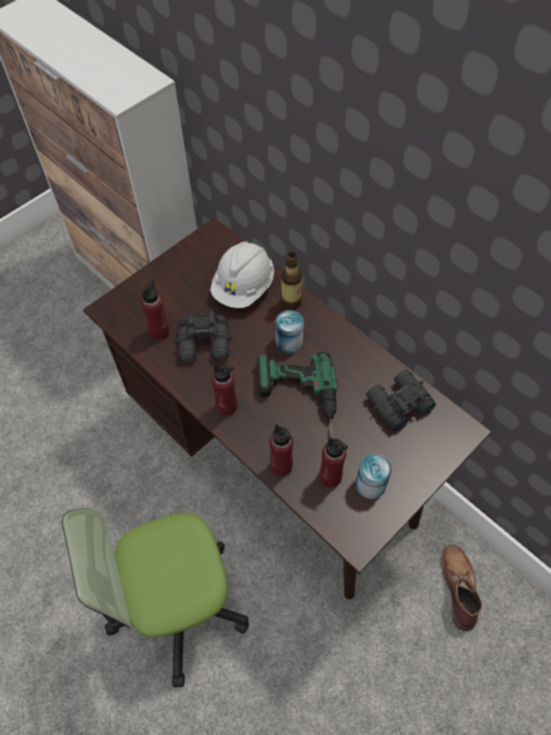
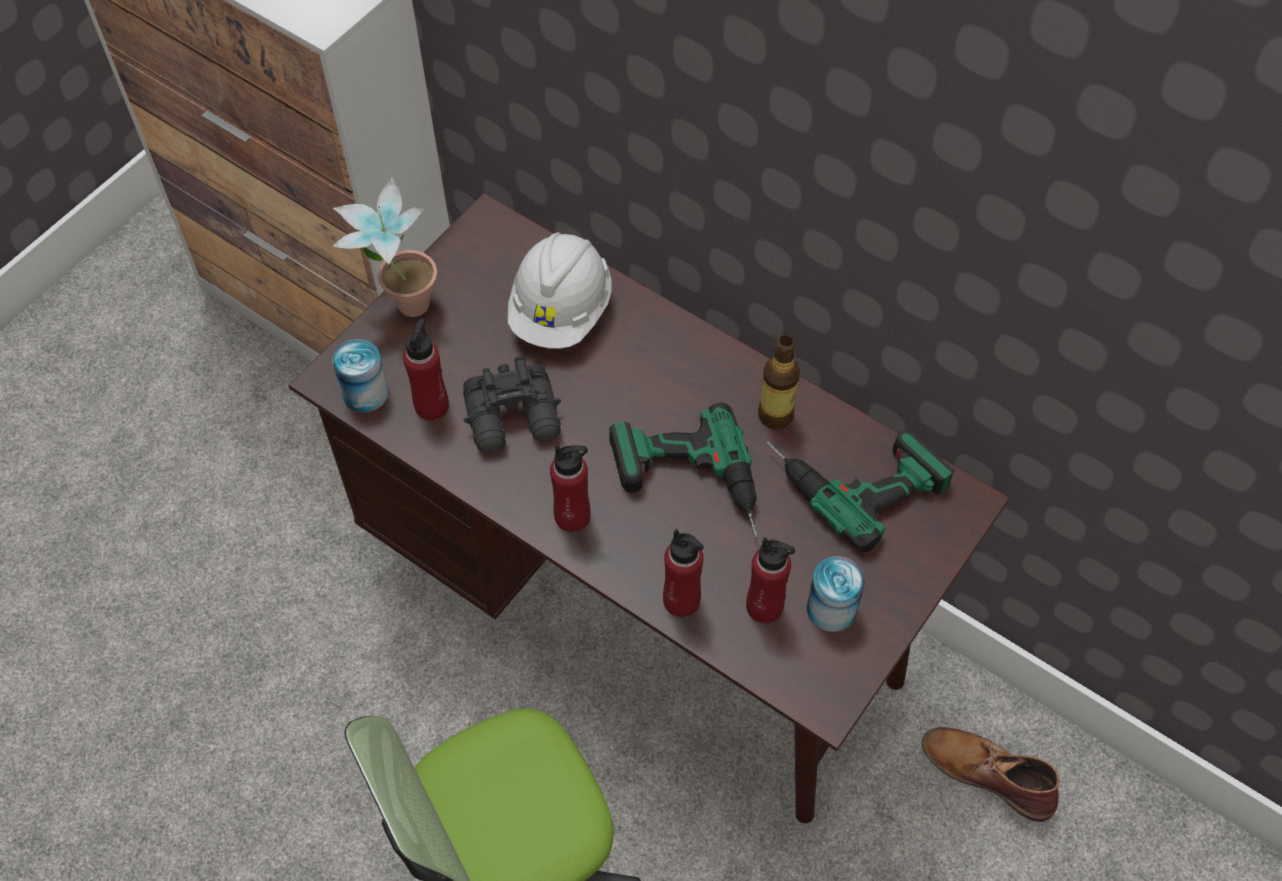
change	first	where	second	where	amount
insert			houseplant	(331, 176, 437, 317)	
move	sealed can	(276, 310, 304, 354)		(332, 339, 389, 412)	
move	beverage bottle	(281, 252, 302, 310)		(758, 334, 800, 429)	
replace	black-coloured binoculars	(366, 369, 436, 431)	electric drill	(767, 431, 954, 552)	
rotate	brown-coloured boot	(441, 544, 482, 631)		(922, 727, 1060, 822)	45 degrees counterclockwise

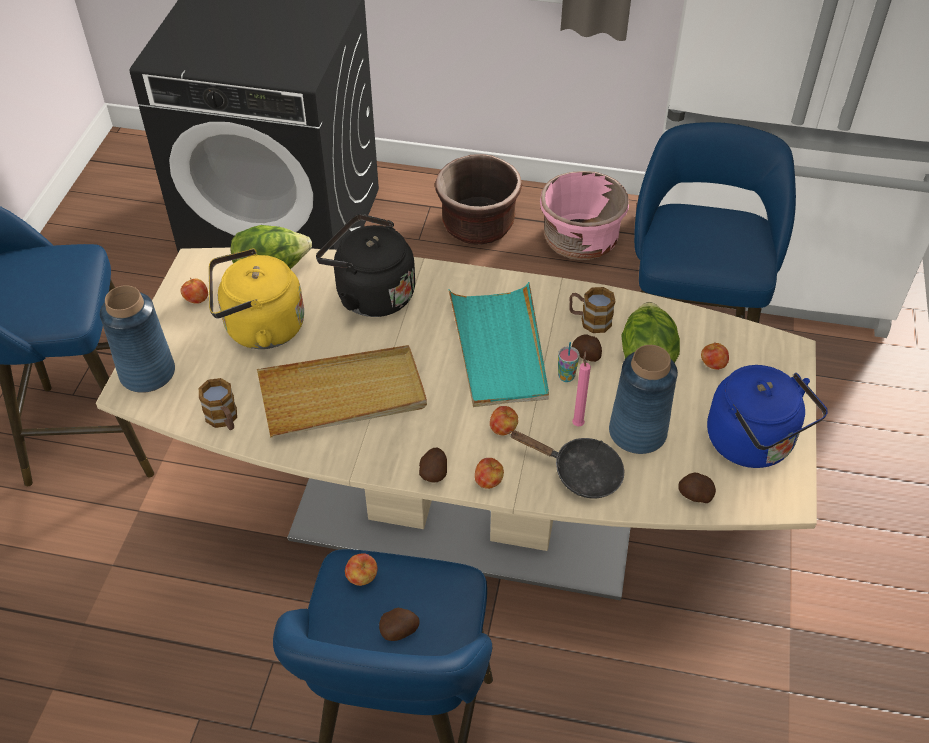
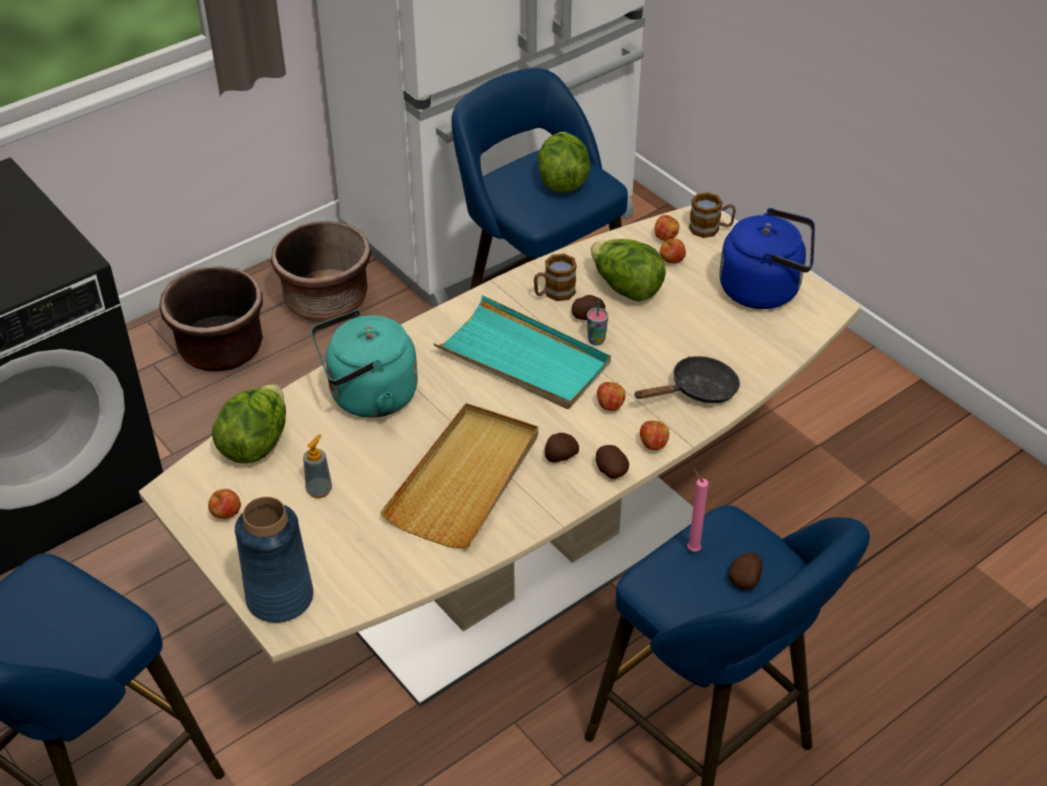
change	first	where	second	where	amount
recolor	pink-coloured flower pot	(540, 171, 629, 260)	brown-coloured flower pot	(271, 221, 371, 322)	
replace	yellow tea kettle	(209, 249, 304, 349)	liquid soap bottle	(303, 434, 332, 498)	
recolor	black-coloured tea kettle	(316, 214, 415, 317)	turquoise tea kettle	(311, 310, 418, 418)	
insert			head of lettuce	(538, 132, 590, 193)	
move	whole potato	(678, 473, 716, 503)		(545, 433, 579, 463)	
move	whole apple	(345, 553, 377, 586)		(655, 215, 679, 241)	
move	pink-coloured wax candle	(572, 351, 591, 427)		(687, 469, 708, 552)	
move	mug	(199, 378, 237, 430)		(689, 192, 736, 238)	
delete	blue decorative vase	(609, 345, 678, 454)			

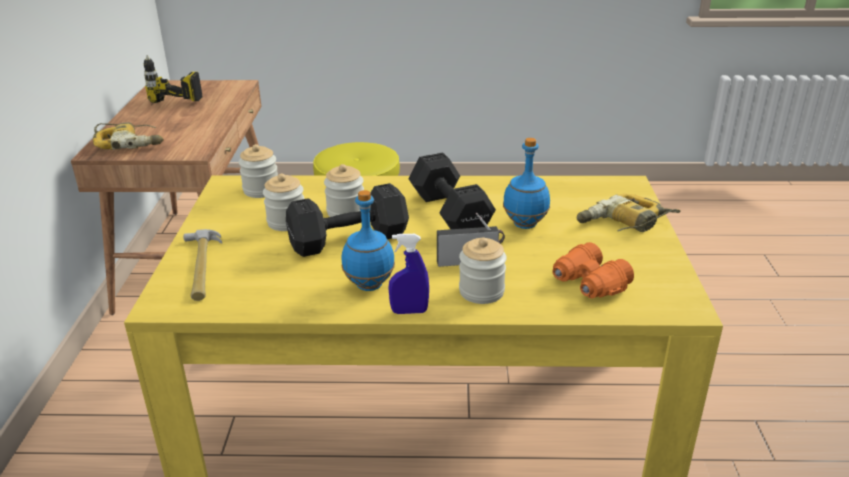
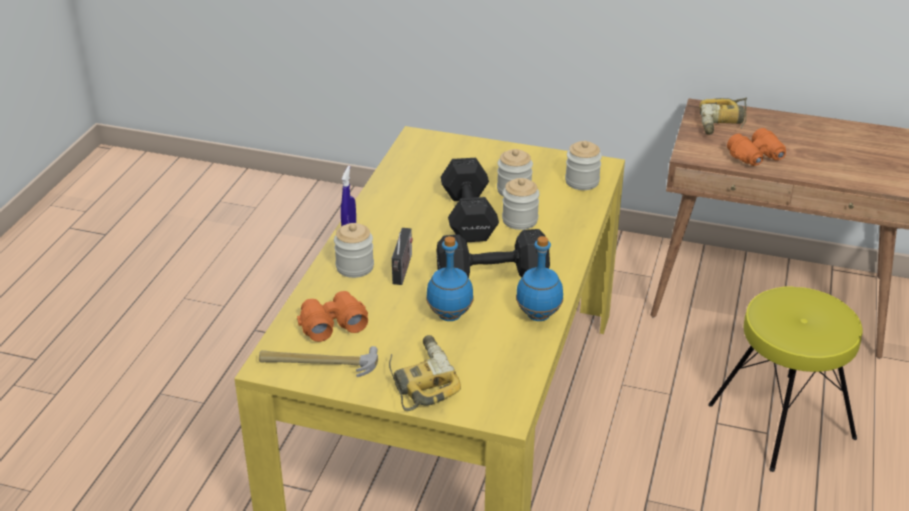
change	first	where	second	where	amount
move	hammer	(183, 229, 222, 301)		(259, 346, 378, 377)	
move	blue beverage bottle	(342, 190, 395, 291)		(516, 236, 563, 321)	
insert			orange-coloured binoculars	(727, 128, 786, 166)	
delete	electric drill	(144, 55, 202, 103)			

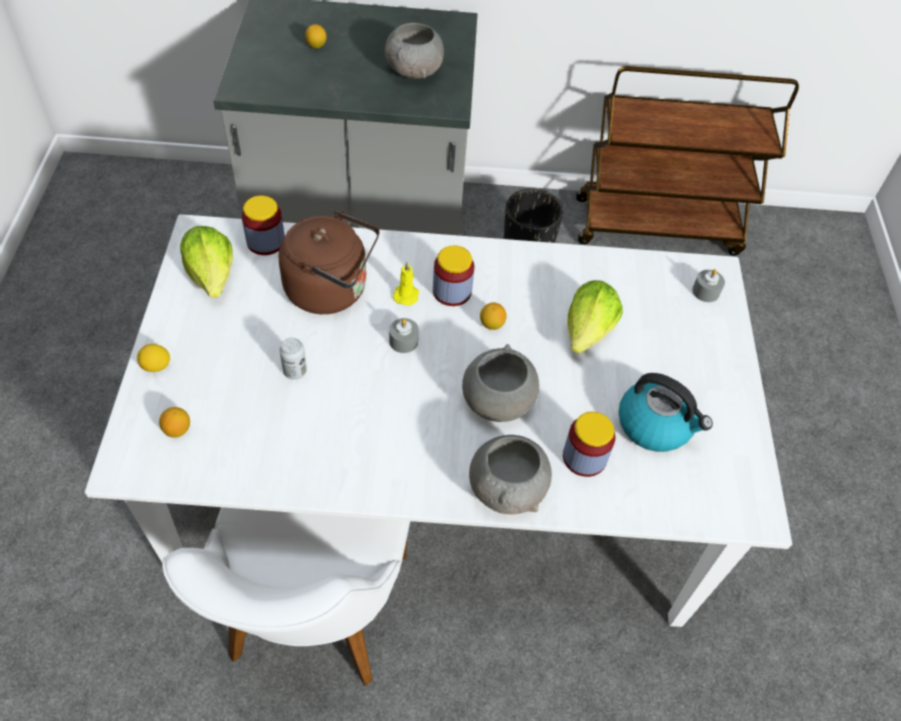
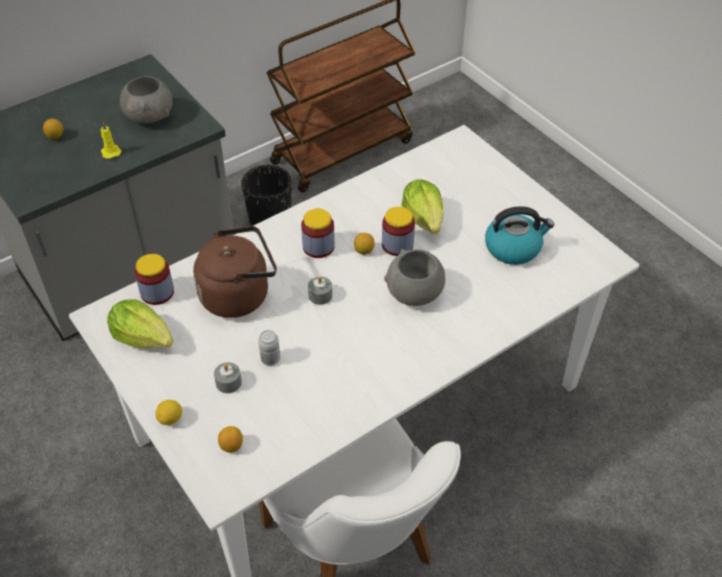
change	first	where	second	where	amount
move	yellow wax candle	(393, 262, 419, 306)		(101, 122, 122, 159)	
move	gray wax candle	(692, 269, 725, 302)		(214, 362, 242, 393)	
move	jar	(563, 412, 615, 477)		(382, 207, 415, 256)	
delete	gray bowl	(469, 435, 552, 514)			

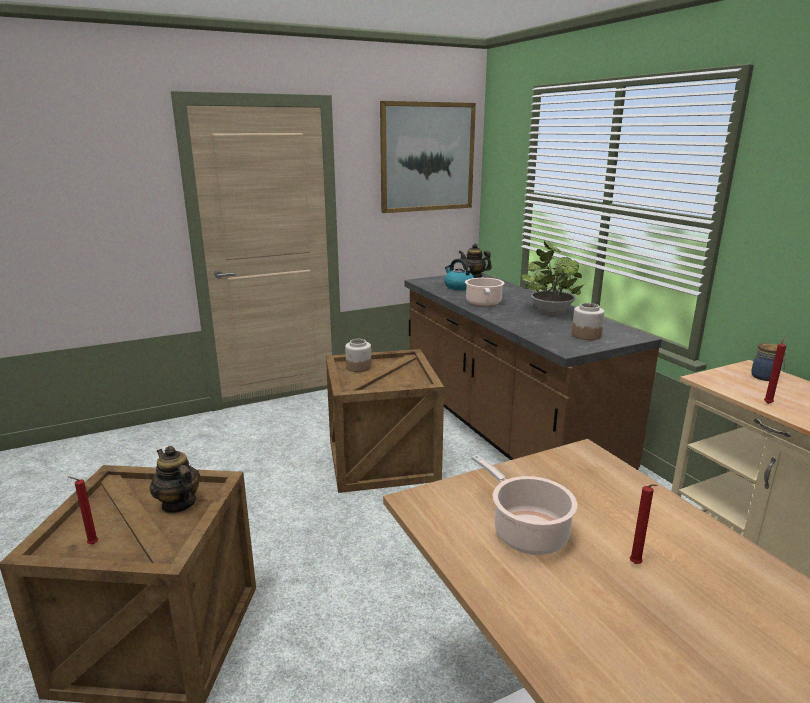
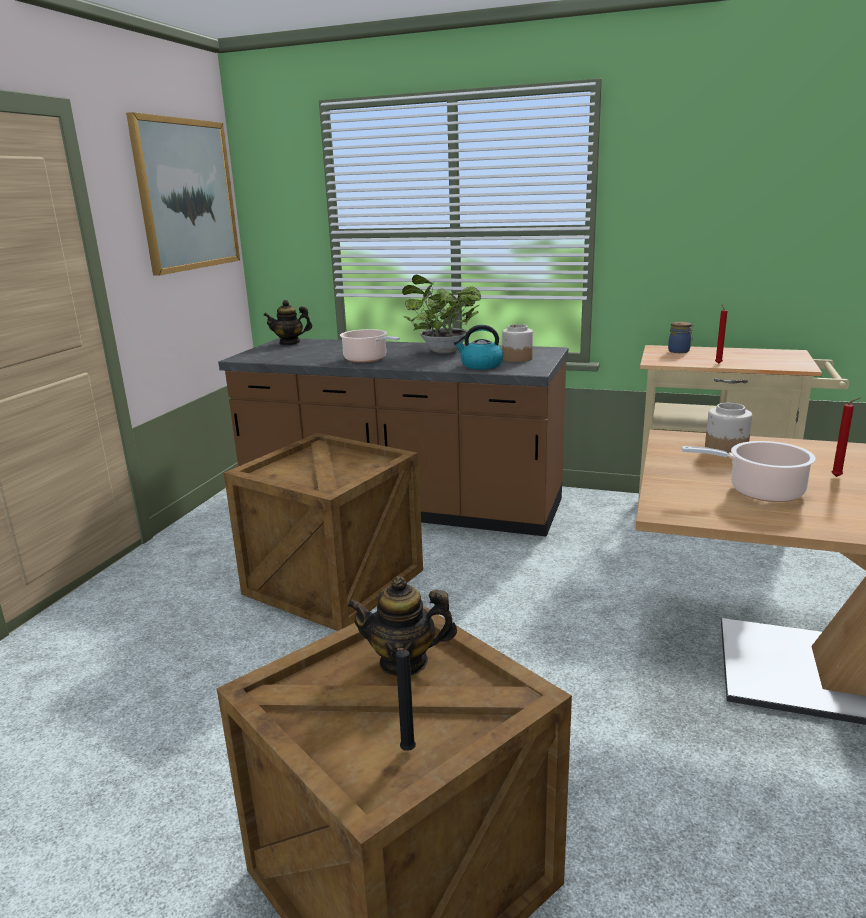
change	first	where	second	where	amount
recolor	red-coloured wax candle	(68, 476, 98, 544)	black-coloured wax candle	(396, 648, 416, 751)	
move	tea kettle	(444, 258, 474, 290)		(454, 325, 503, 370)	
move	jar	(345, 339, 371, 372)		(705, 403, 752, 453)	

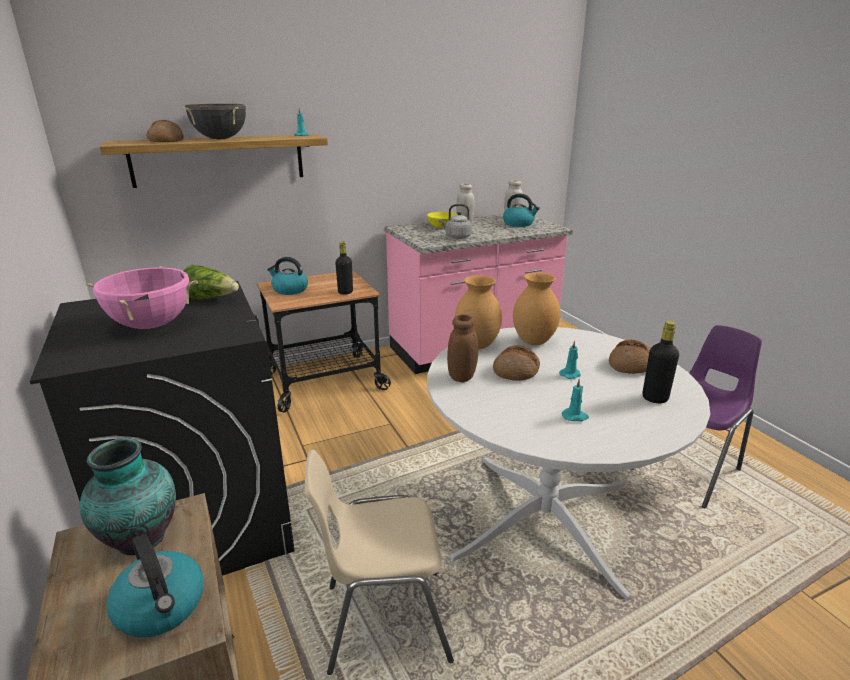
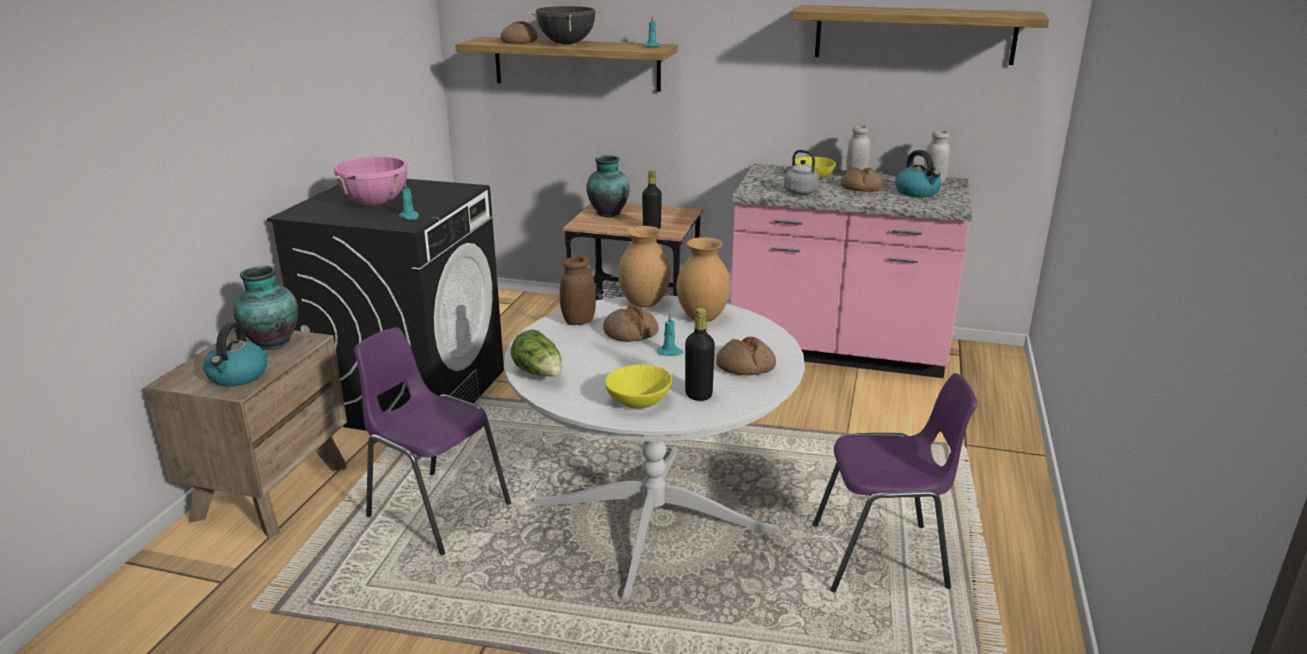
change	first	where	second	where	amount
recolor	beige upright chair	(305, 450, 454, 675)	purplish upright chair	(354, 327, 511, 555)	
move	turquoise wax candle	(562, 379, 589, 422)		(398, 182, 419, 220)	
move	head of lettuce	(183, 265, 239, 299)		(511, 329, 562, 377)	
replace	tea kettle	(267, 257, 308, 295)	decorative vase	(586, 155, 630, 217)	
insert			yellow bowl	(605, 364, 672, 409)	
insert			wall shelf	(792, 5, 1049, 65)	
insert			bread	(841, 167, 882, 192)	

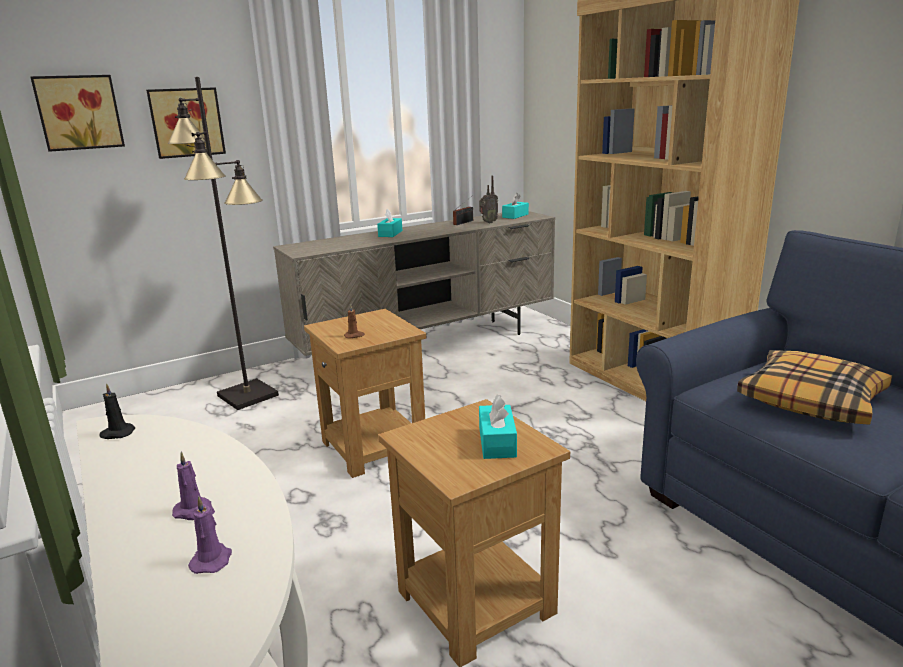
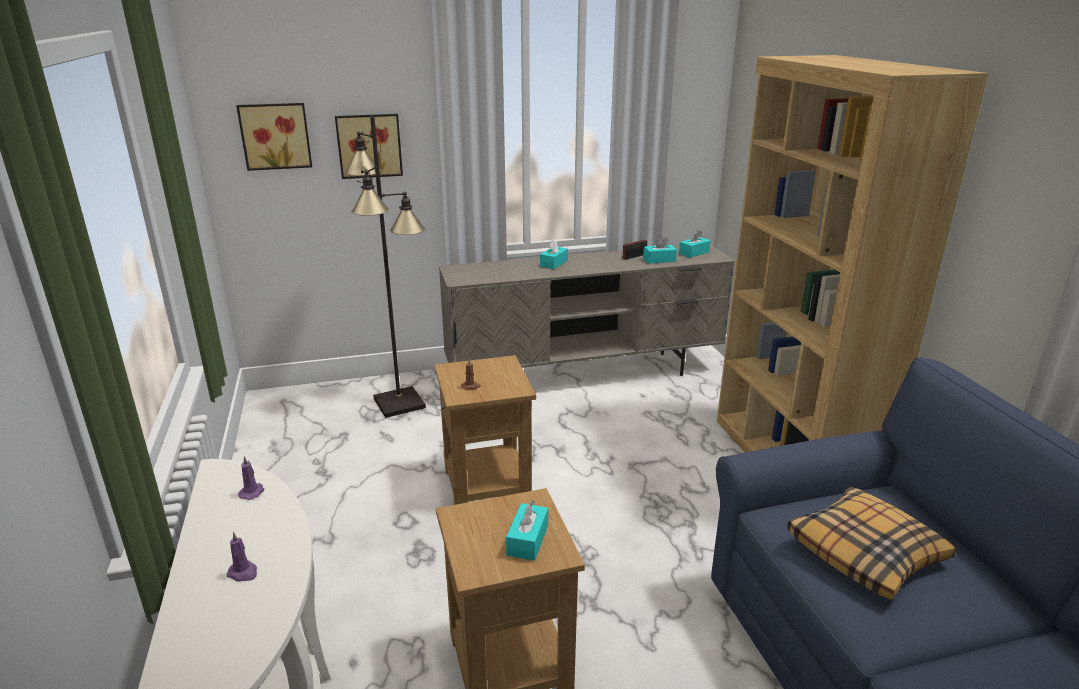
change	first	where	second	where	amount
move	purplish wax candle	(188, 496, 232, 574)		(238, 456, 264, 500)	
replace	radio	(479, 176, 498, 223)	turquoise tissue box	(643, 236, 677, 264)	
delete	black-coloured wax candle	(99, 383, 135, 439)			

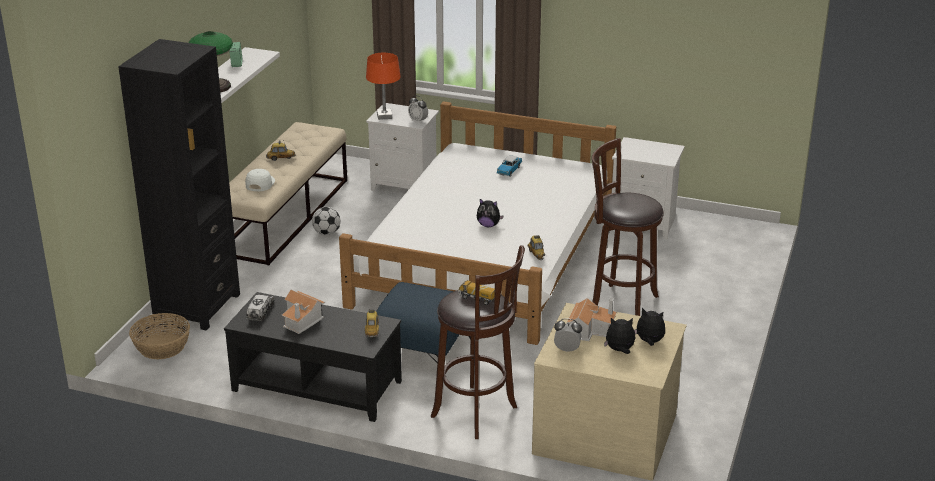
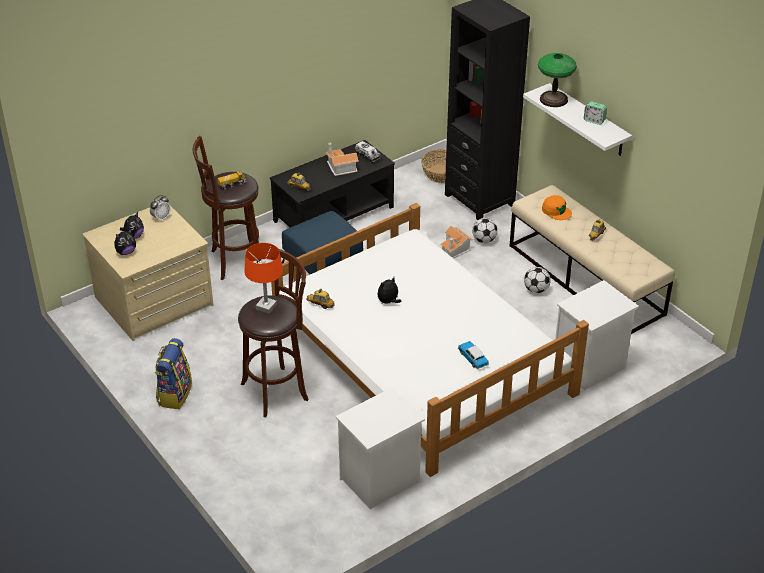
change	first	where	second	where	amount
insert			rucksack	(155, 338, 192, 409)	
move	orange-coloured table lamp	(366, 53, 401, 120)		(244, 243, 283, 314)	
move	toy house	(567, 298, 617, 341)		(440, 226, 473, 258)	
insert			football ball	(472, 218, 498, 243)	
recolor	white-coloured baseball cap	(245, 169, 275, 191)	orange-coloured baseball cap	(542, 195, 572, 220)	
delete	alarm clock	(408, 95, 428, 124)			

